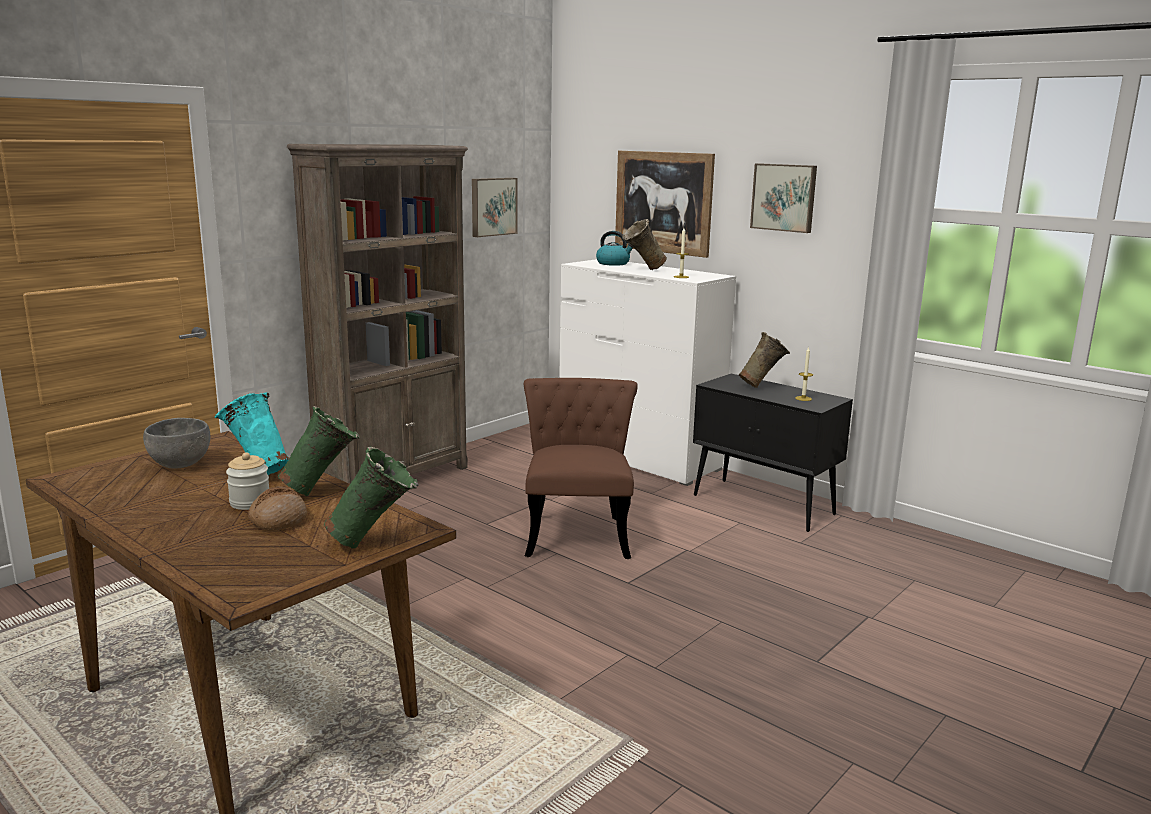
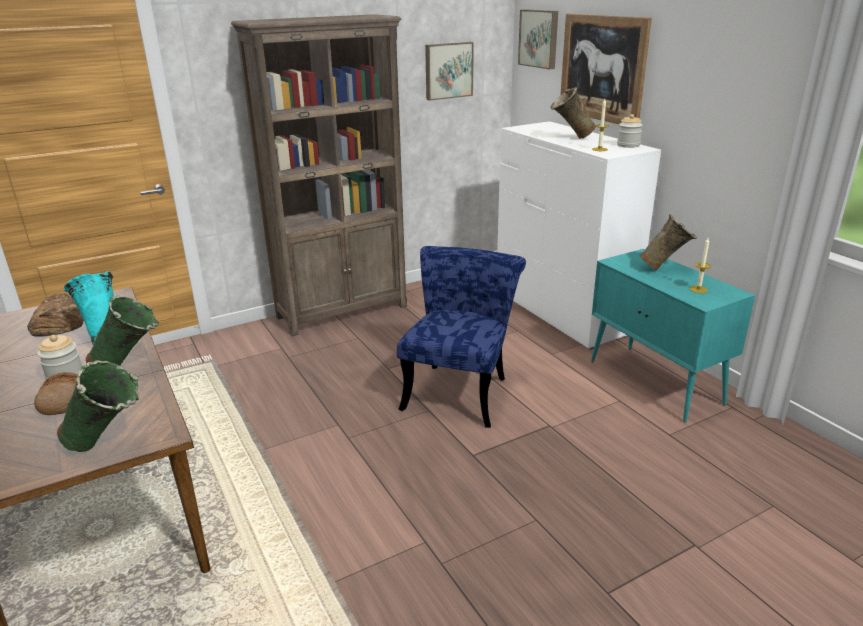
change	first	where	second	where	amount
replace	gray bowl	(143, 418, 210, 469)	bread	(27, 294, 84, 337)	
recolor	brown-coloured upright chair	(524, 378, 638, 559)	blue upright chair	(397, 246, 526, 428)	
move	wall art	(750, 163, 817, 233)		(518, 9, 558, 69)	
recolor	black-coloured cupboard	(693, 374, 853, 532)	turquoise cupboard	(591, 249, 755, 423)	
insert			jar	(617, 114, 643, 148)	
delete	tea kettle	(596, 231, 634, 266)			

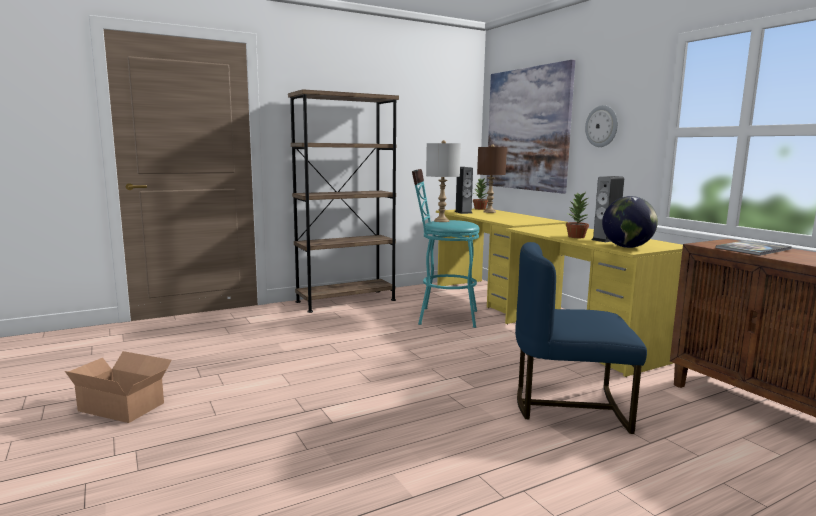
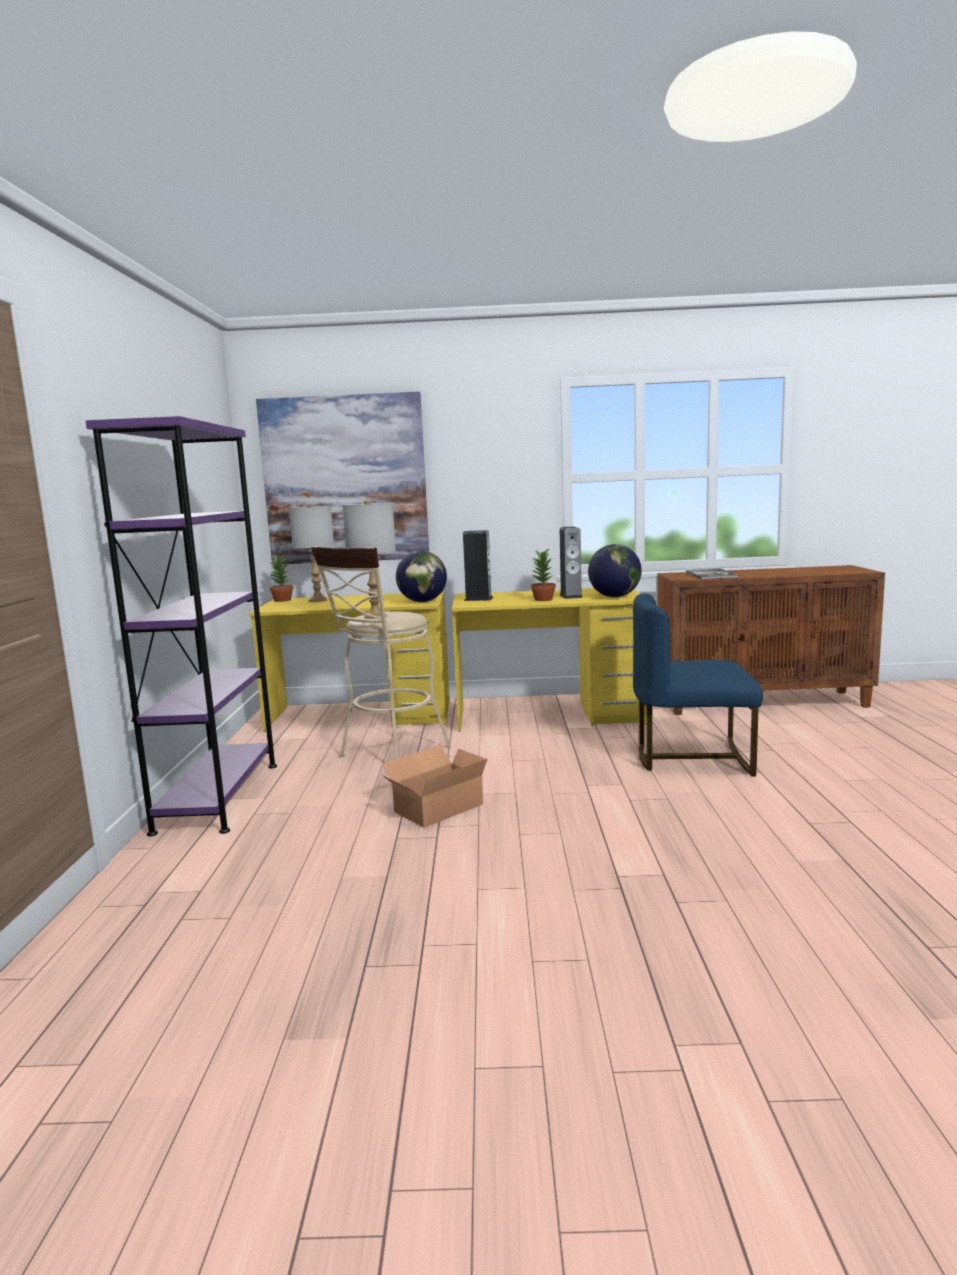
change	first	where	second	where	amount
recolor	brown-coloured bookcase	(288, 89, 399, 313)	purplish bookcase	(86, 416, 277, 836)	
recolor	brown-coloured table lamp	(477, 145, 507, 213)	gray table lamp	(289, 503, 334, 602)	
recolor	turquoise stool	(412, 169, 480, 328)	beige stool	(311, 546, 451, 759)	
move	packing box	(65, 351, 172, 423)		(382, 745, 488, 828)	
insert			desk globe	(396, 551, 447, 602)	
move	audio speaker	(455, 167, 473, 214)		(463, 530, 493, 601)	
rotate	blue upright chair	(515, 242, 647, 434)		(633, 593, 763, 776)	60 degrees clockwise
delete	clock on the wall	(585, 105, 618, 147)			

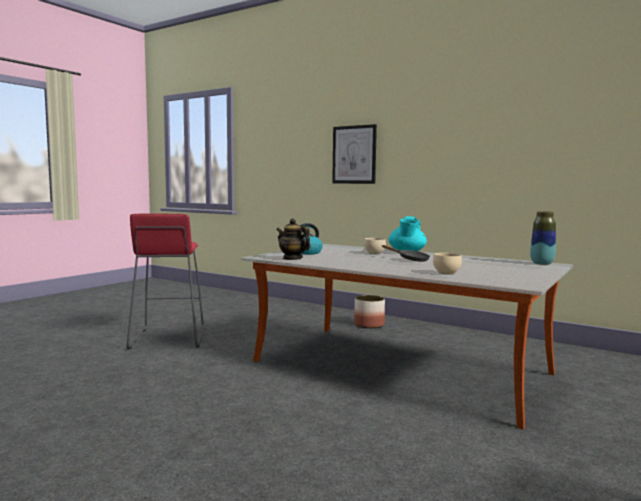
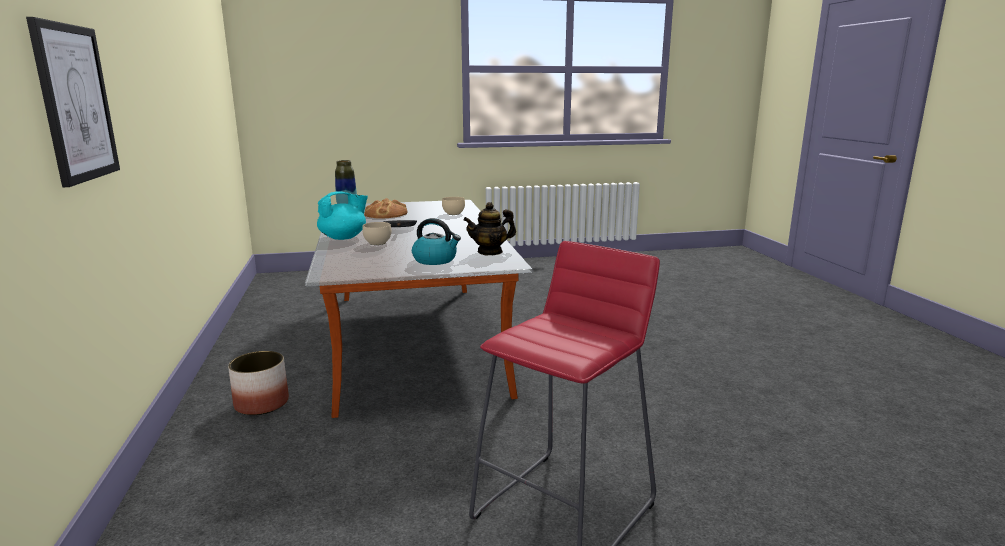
change	first	where	second	where	amount
insert			bread	(364, 198, 408, 219)	
rotate	pot for tea	(276, 218, 311, 260)		(463, 202, 516, 255)	75 degrees clockwise

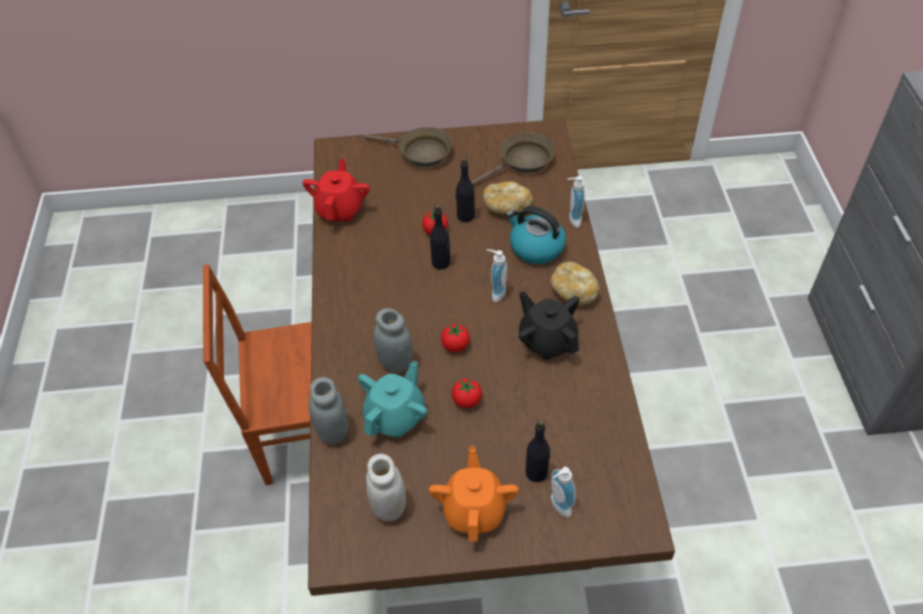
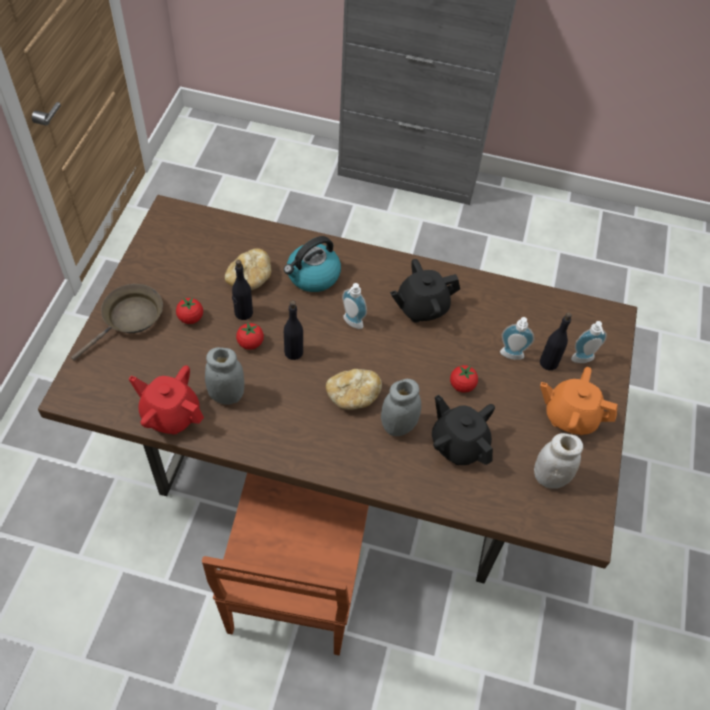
change	first	where	second	where	amount
move	tomato	(441, 323, 470, 352)		(176, 297, 203, 324)	
move	gray jar	(309, 377, 348, 444)		(205, 347, 244, 405)	
move	bread	(550, 262, 600, 305)		(326, 369, 382, 410)	
recolor	turquoise pot for tea	(358, 360, 427, 437)	black-coloured pot for tea	(432, 394, 495, 465)	
move	liquid soap bottle	(567, 176, 585, 228)		(500, 317, 534, 360)	
delete	brown-coloured skillet	(471, 133, 555, 185)			

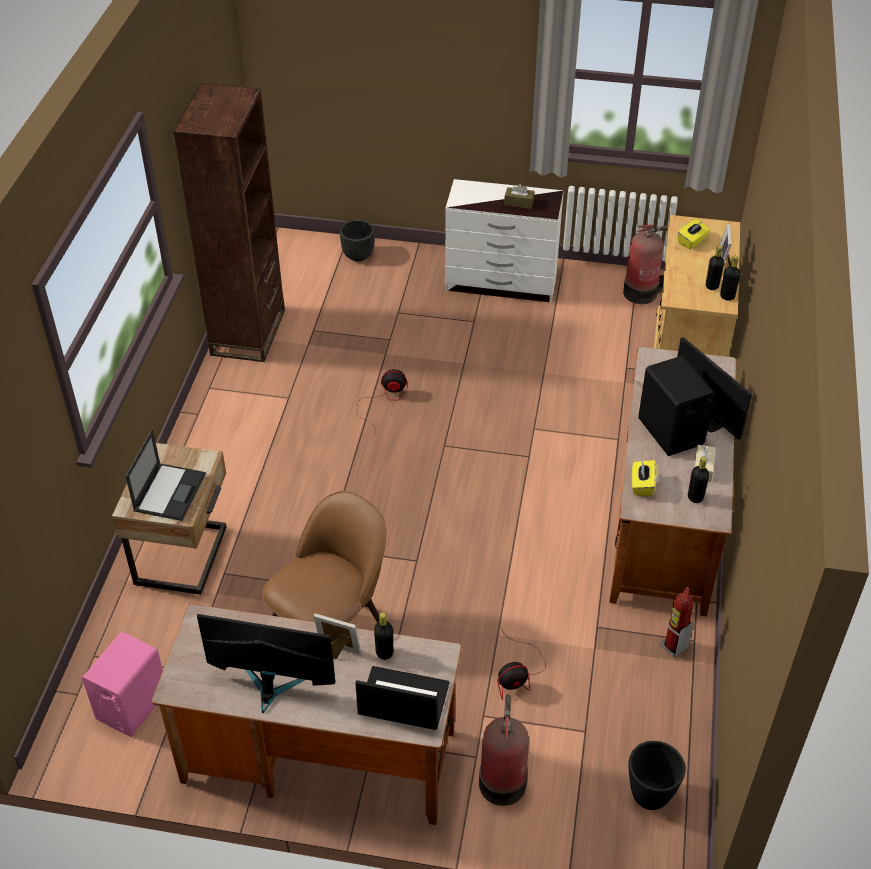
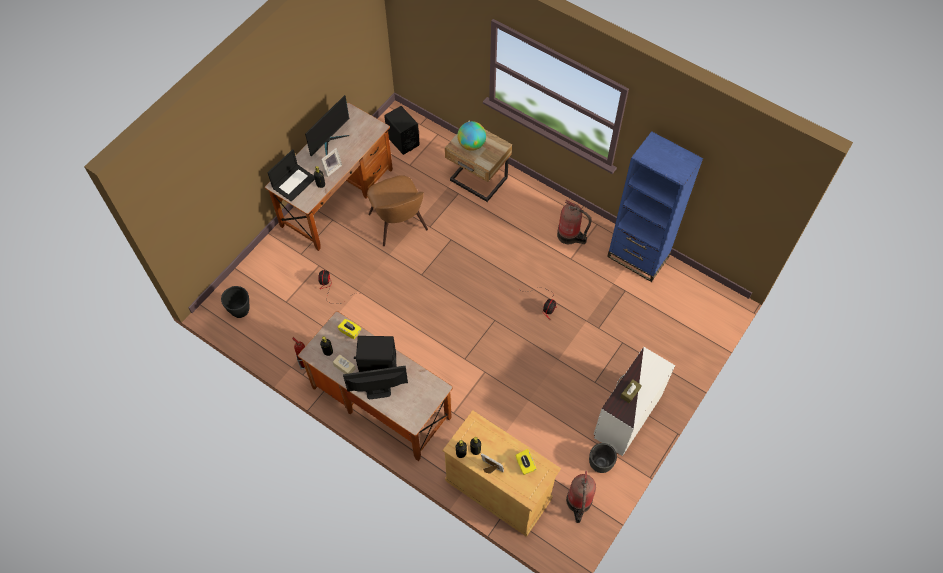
change	first	where	second	where	amount
recolor	pink-coloured audio speaker	(82, 632, 163, 737)	black-coloured audio speaker	(384, 106, 420, 155)	
replace	portable computer	(125, 429, 206, 521)	desk globe	(457, 121, 486, 151)	
move	extinguisher	(479, 694, 529, 806)		(557, 200, 591, 244)	
move	black-coloured flower pot	(340, 220, 375, 261)		(589, 443, 617, 473)	
recolor	brown-coloured bookcase	(174, 83, 285, 362)	blue bookcase	(607, 131, 703, 282)	

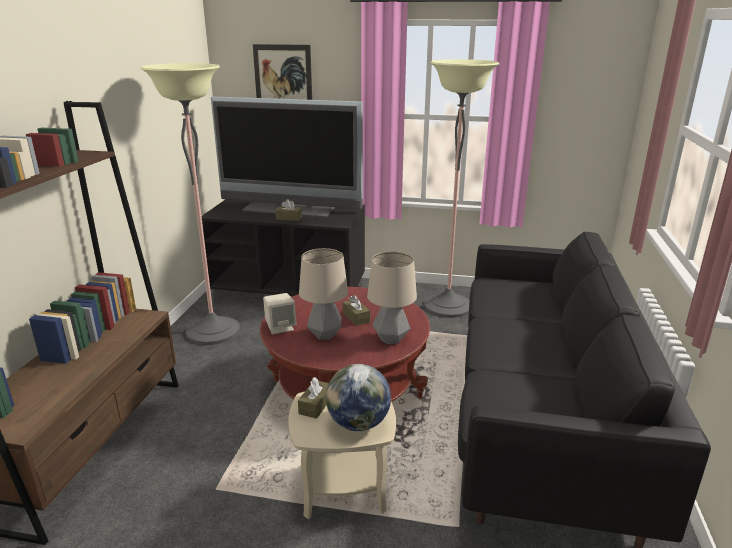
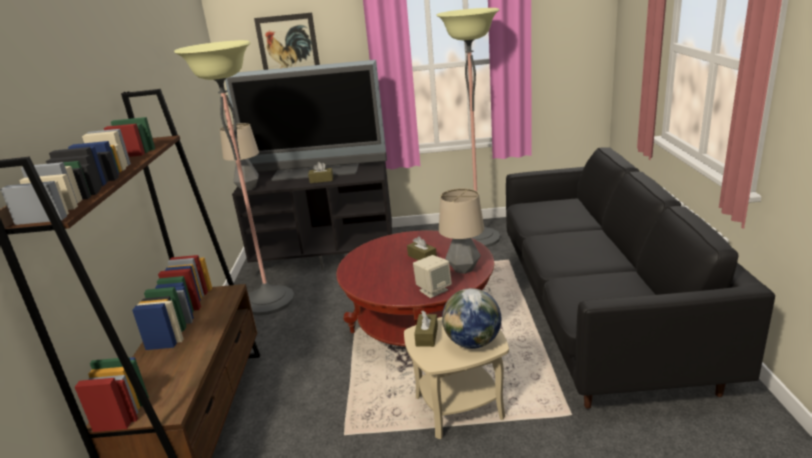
change	first	where	second	where	amount
move	table lamp	(299, 248, 348, 340)		(220, 123, 259, 191)	
move	beige audio speaker	(263, 293, 297, 334)		(413, 255, 452, 298)	

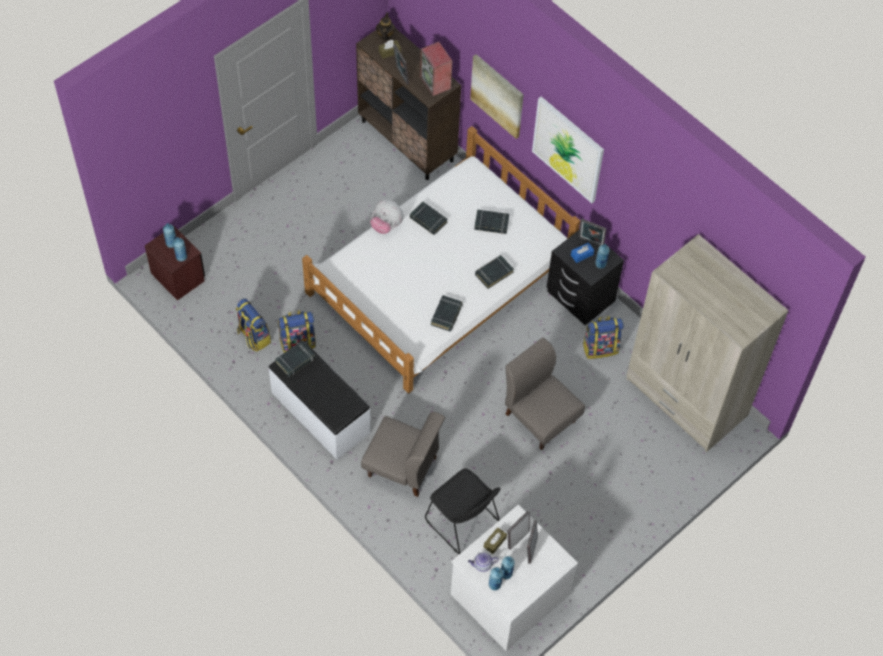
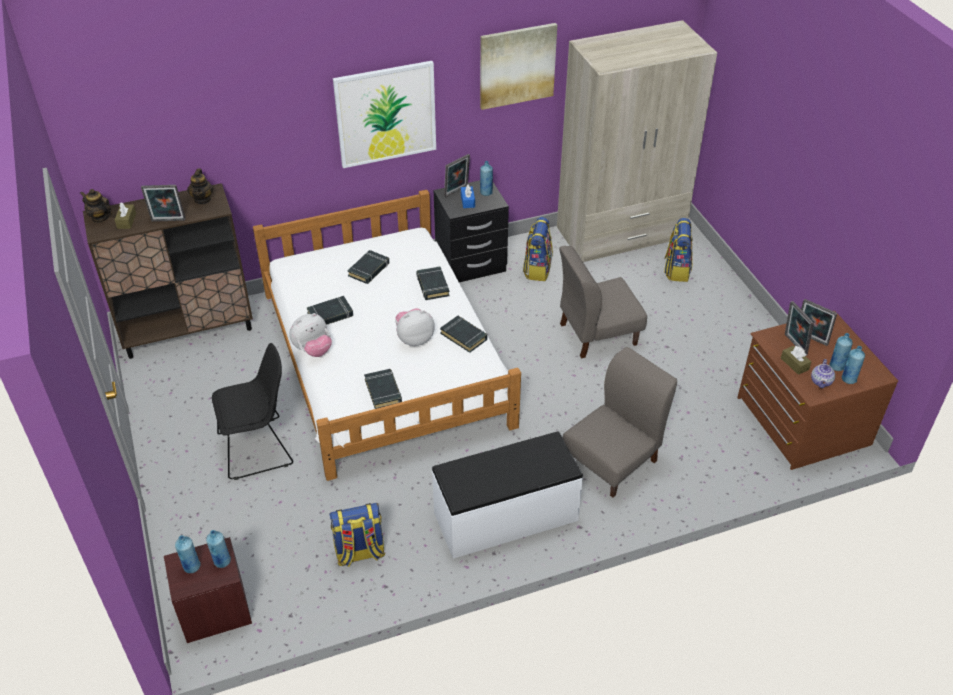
change	first	where	second	where	amount
replace	audio speaker	(420, 42, 452, 96)	pot for tea	(187, 168, 213, 204)	
move	black-coloured upright chair	(425, 468, 500, 554)		(212, 343, 293, 480)	
move	black-coloured book	(275, 341, 316, 377)		(364, 369, 402, 409)	
insert			soft toy	(395, 308, 435, 346)	
move	wall art	(470, 54, 524, 139)		(480, 23, 557, 110)	
move	rucksack	(278, 310, 316, 353)		(664, 218, 693, 282)	
recolor	white-coloured dresser	(451, 504, 578, 651)	brown-coloured dresser	(737, 311, 898, 470)	

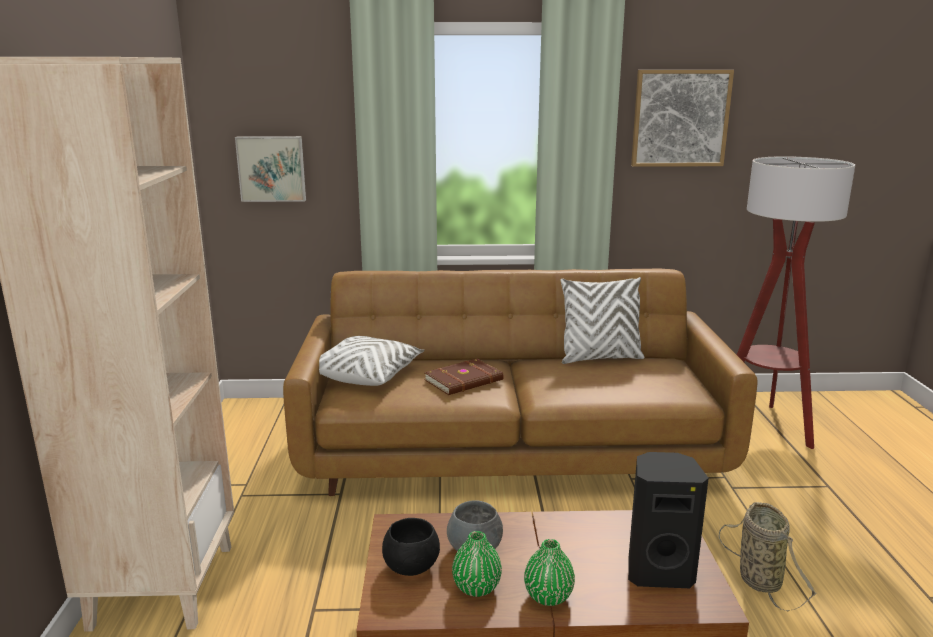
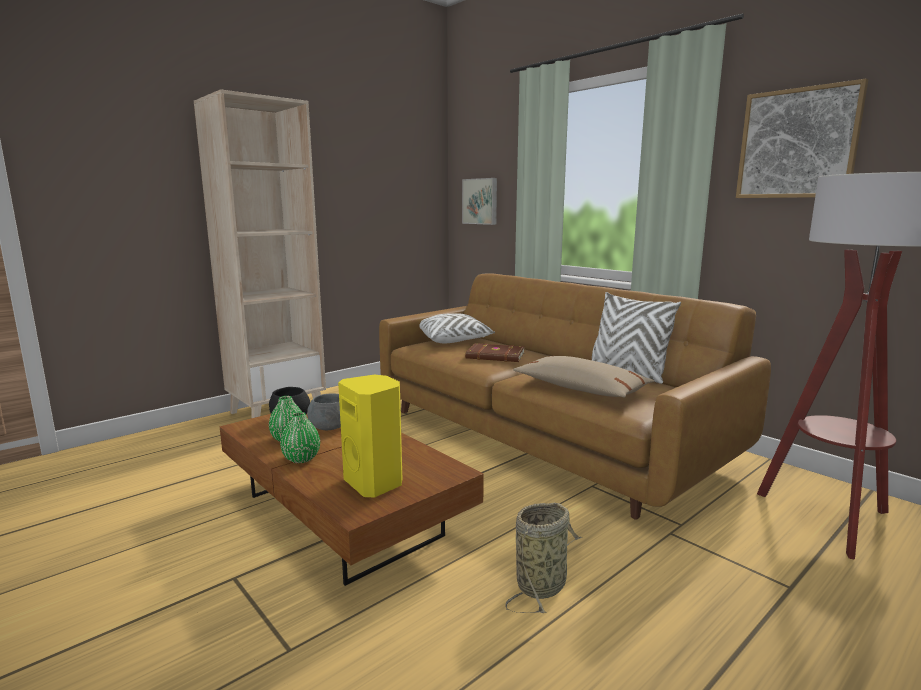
change	first	where	second	where	amount
recolor	black-coloured audio speaker	(628, 452, 709, 588)	yellow audio speaker	(338, 375, 402, 497)	
insert			beige cushion	(513, 356, 654, 397)	

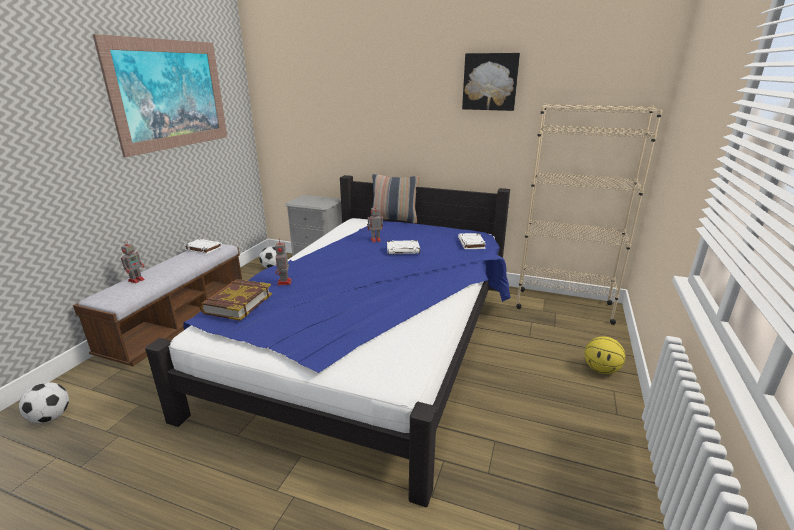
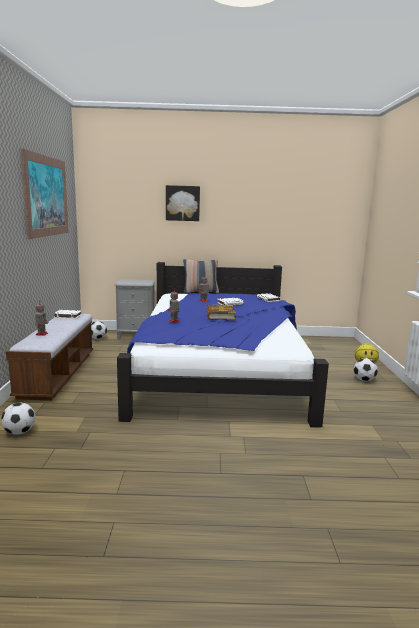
change	first	where	second	where	amount
move	wall art	(462, 53, 520, 111)		(166, 185, 200, 221)	
move	book	(200, 279, 272, 321)		(206, 305, 236, 320)	
insert			football ball	(353, 358, 378, 381)	
delete	beige bookcase	(516, 103, 663, 325)			

